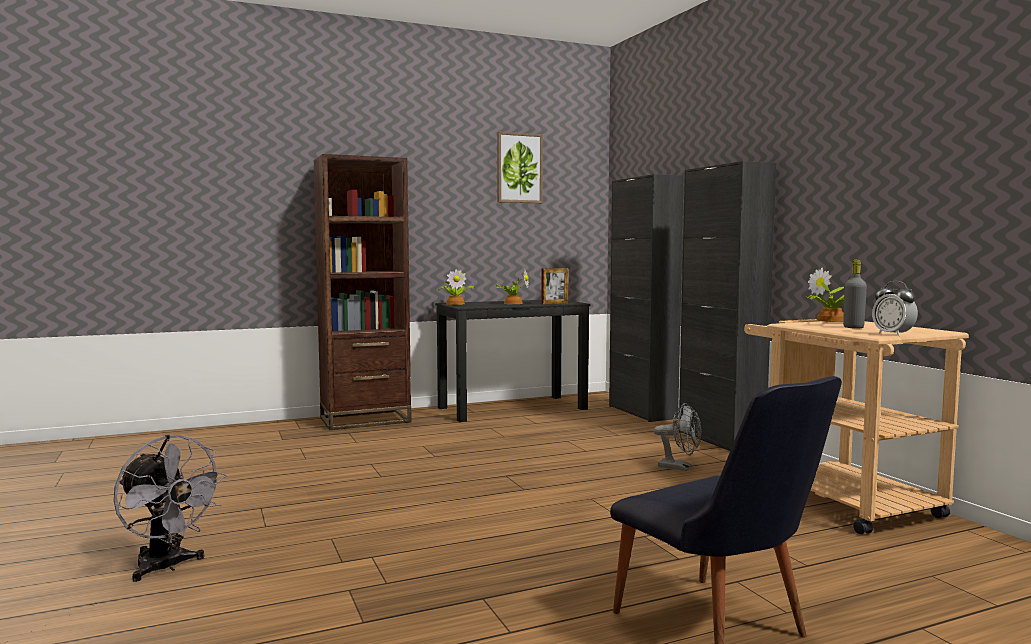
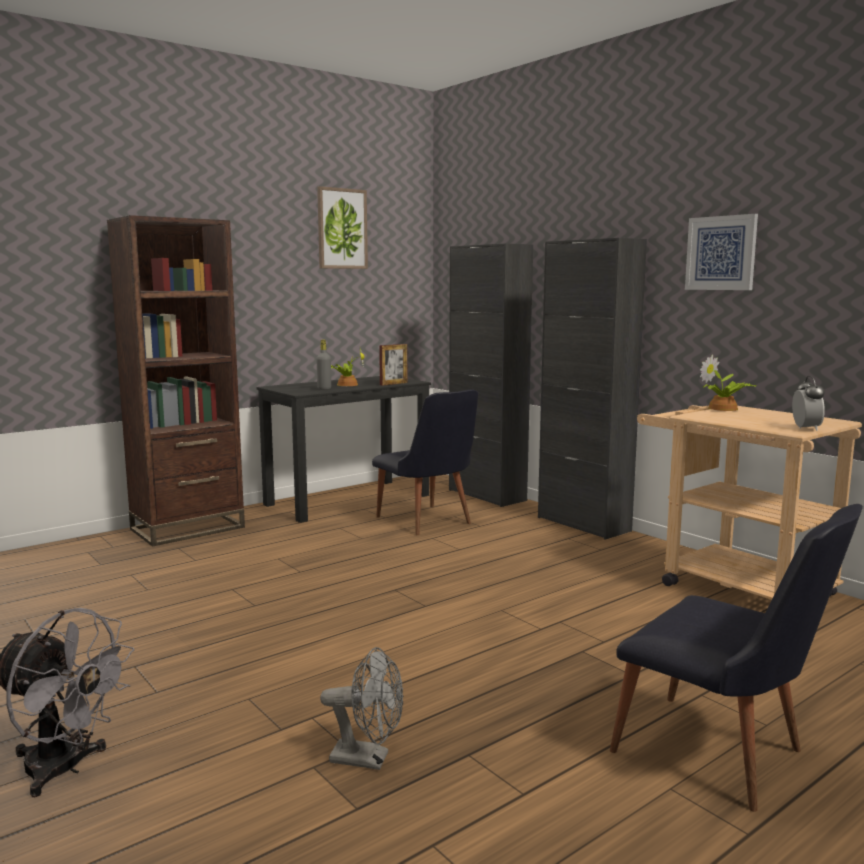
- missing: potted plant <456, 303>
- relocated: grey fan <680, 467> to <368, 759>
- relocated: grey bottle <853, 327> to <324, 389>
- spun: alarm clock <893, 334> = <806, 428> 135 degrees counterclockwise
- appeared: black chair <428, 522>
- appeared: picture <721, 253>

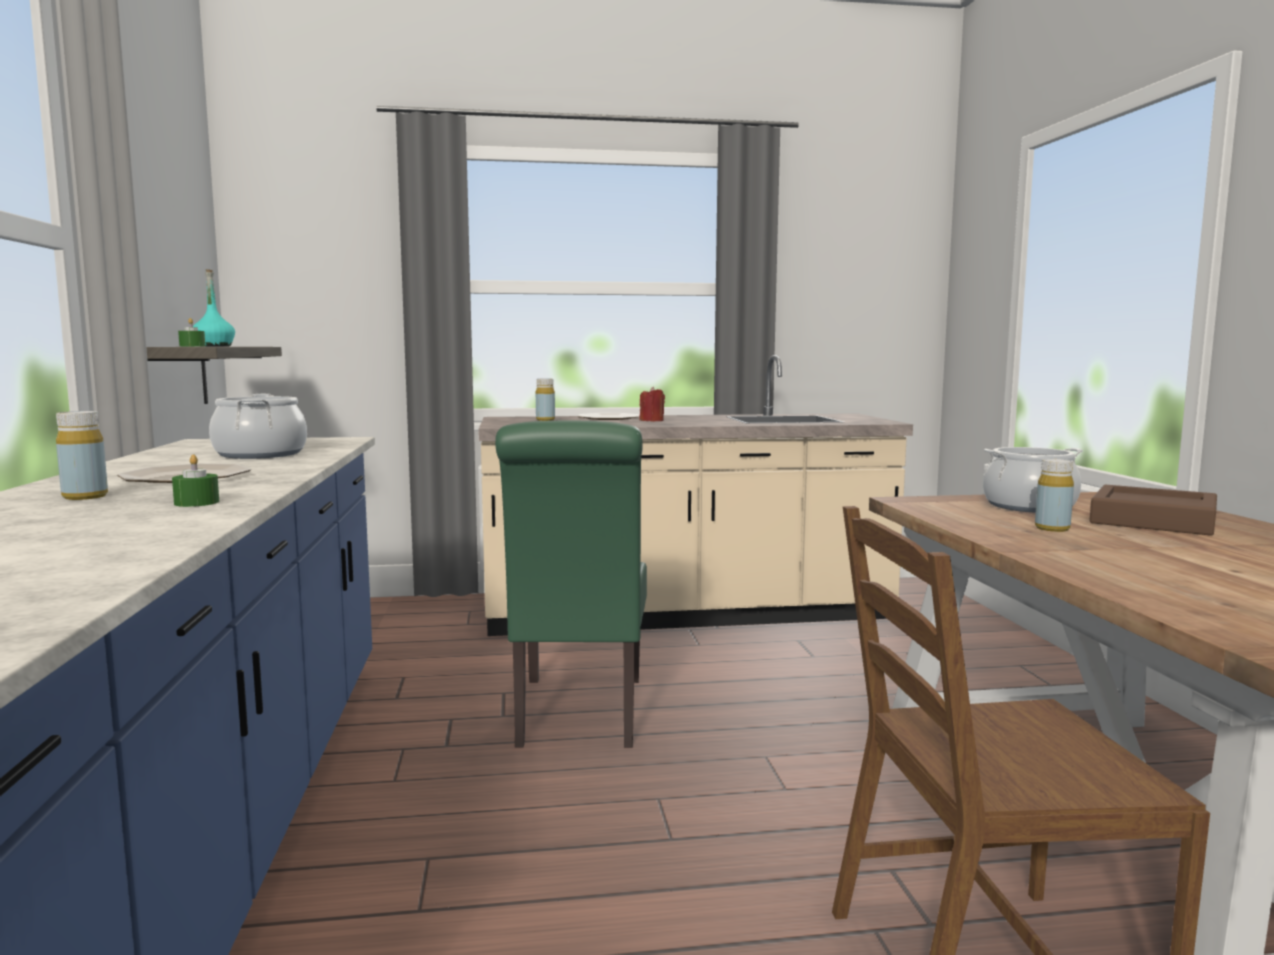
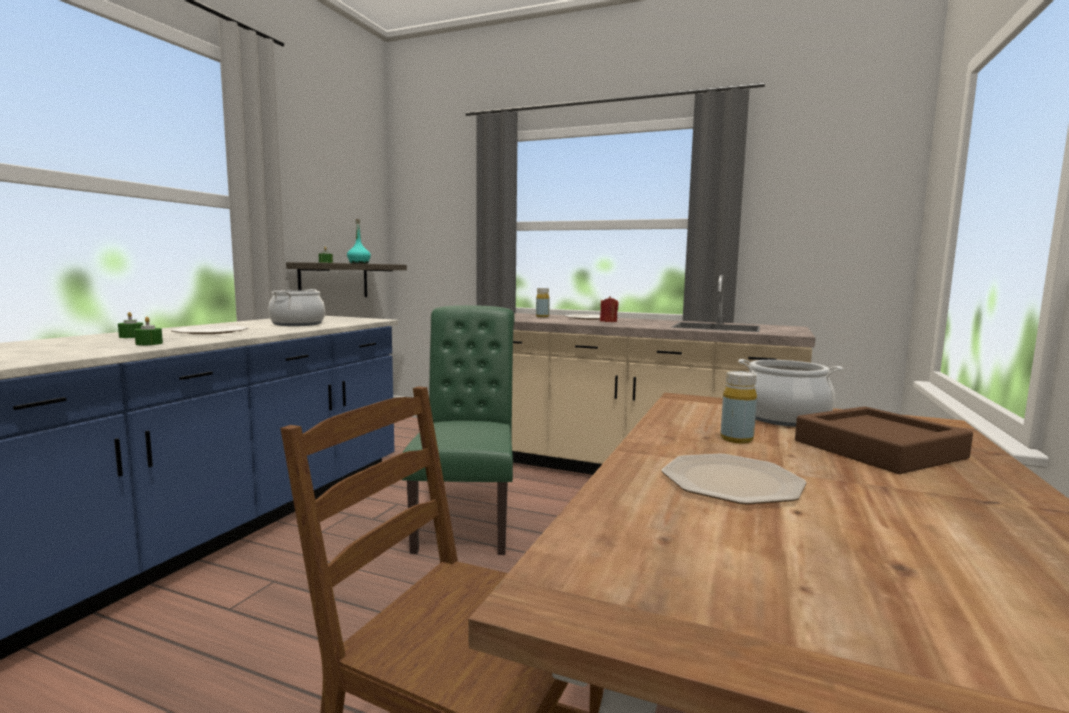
- exchanged: yellow bottle <85, 497> to green candle <131, 336>
- spun: green chair <578, 716> = <466, 521> 150 degrees clockwise
- appeared: plate <733, 481>

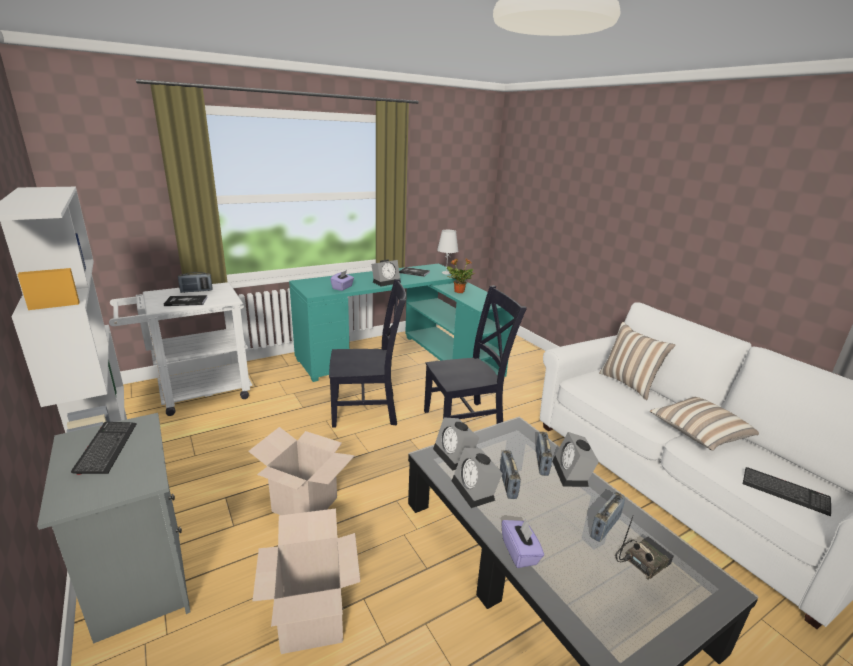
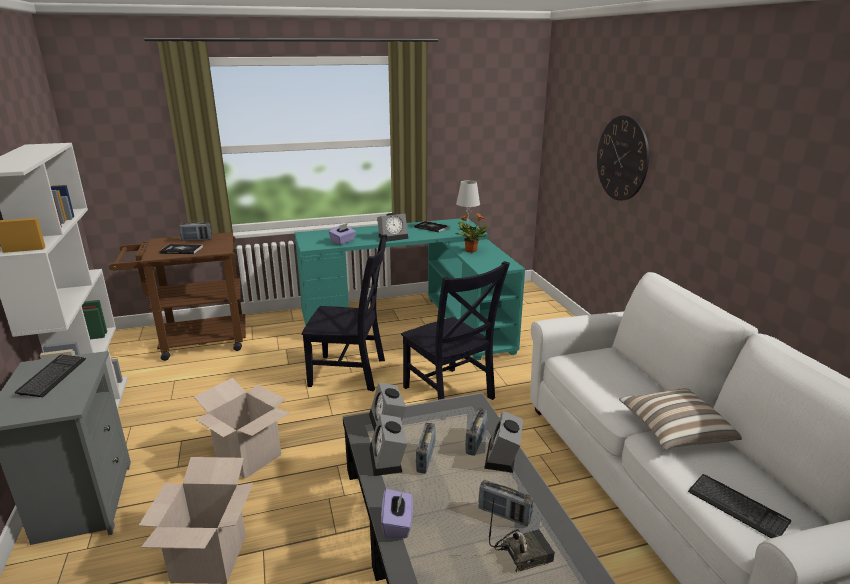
- colour: white cart <195, 394> to brown cart <195, 342>
- spun: black chair <466, 421> = <450, 395> 60 degrees clockwise
- spun: radio <605, 527> = <504, 515> 120 degrees counterclockwise
- missing: pillow <629, 384>
- appeared: wall clock <622, 158>

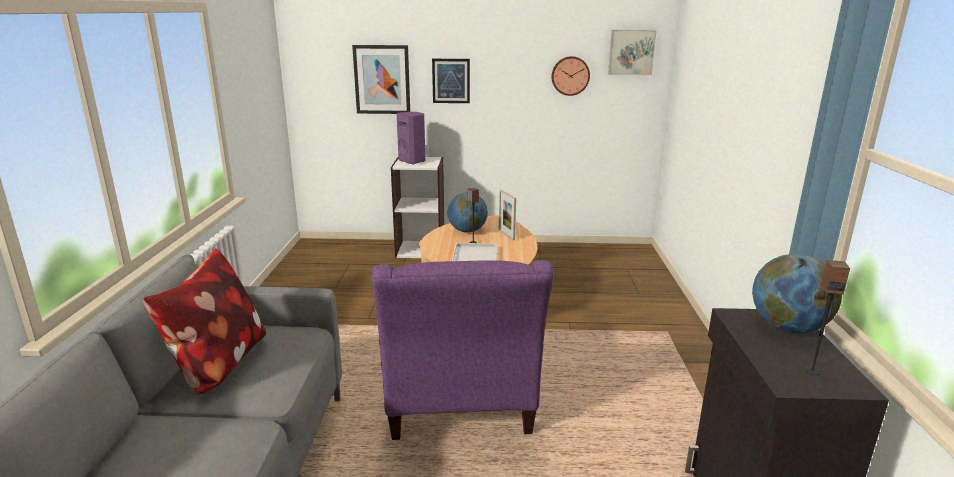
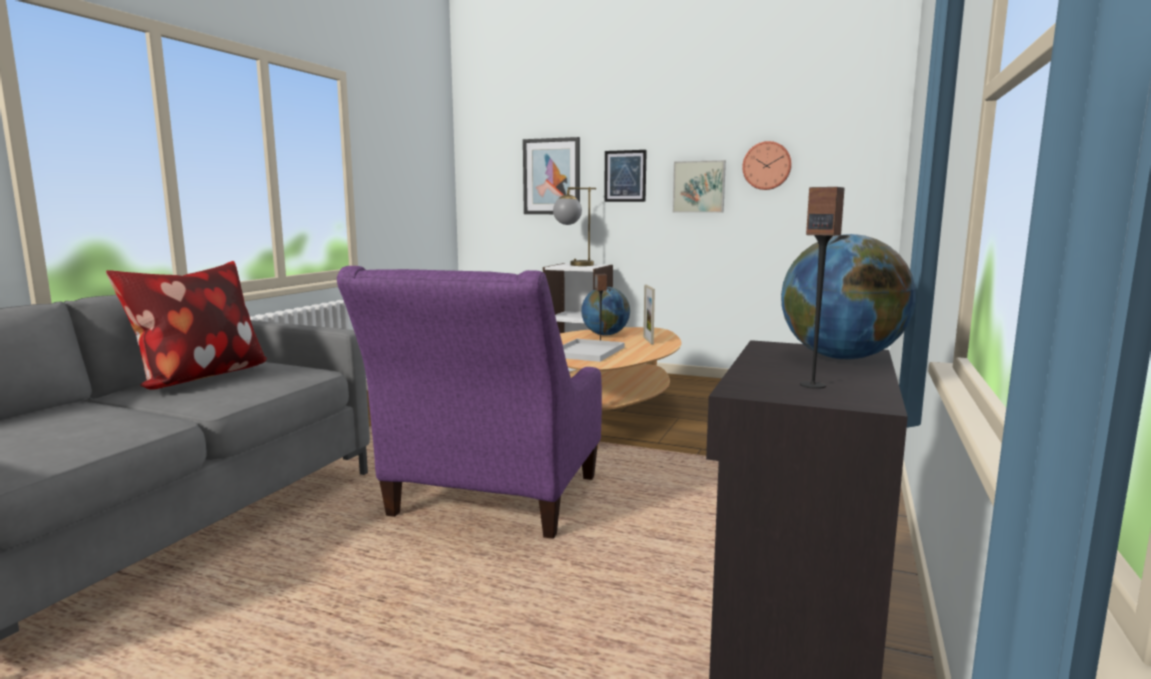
- exchanged: purple speaker <413, 161> to table lamp <573, 265>
- relocated: picture <631, 52> to <699, 187>

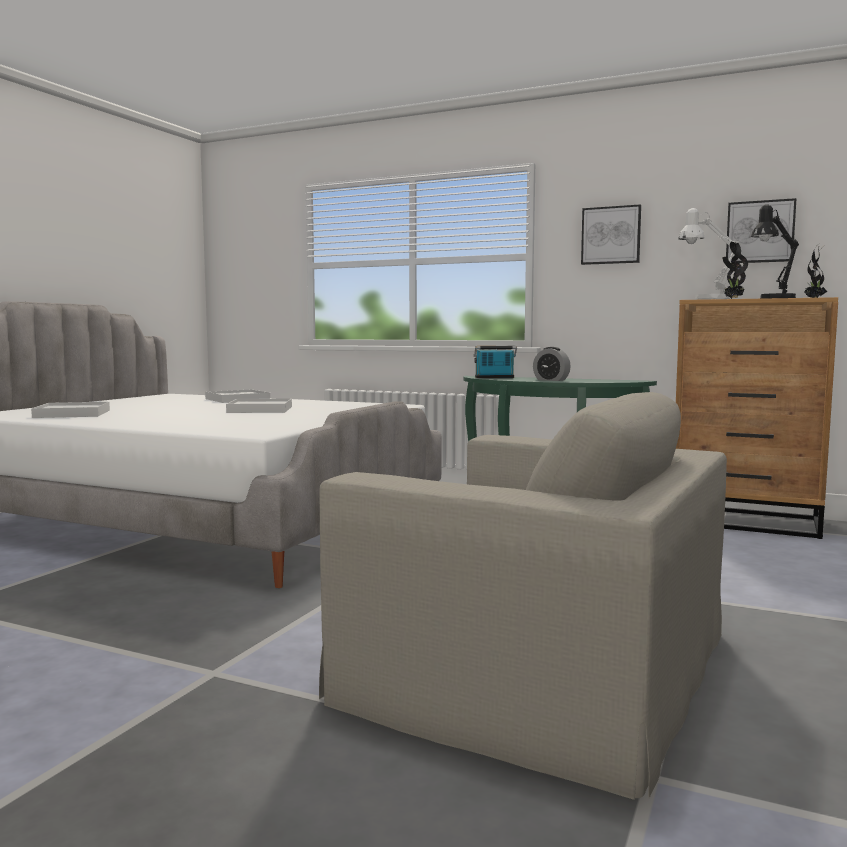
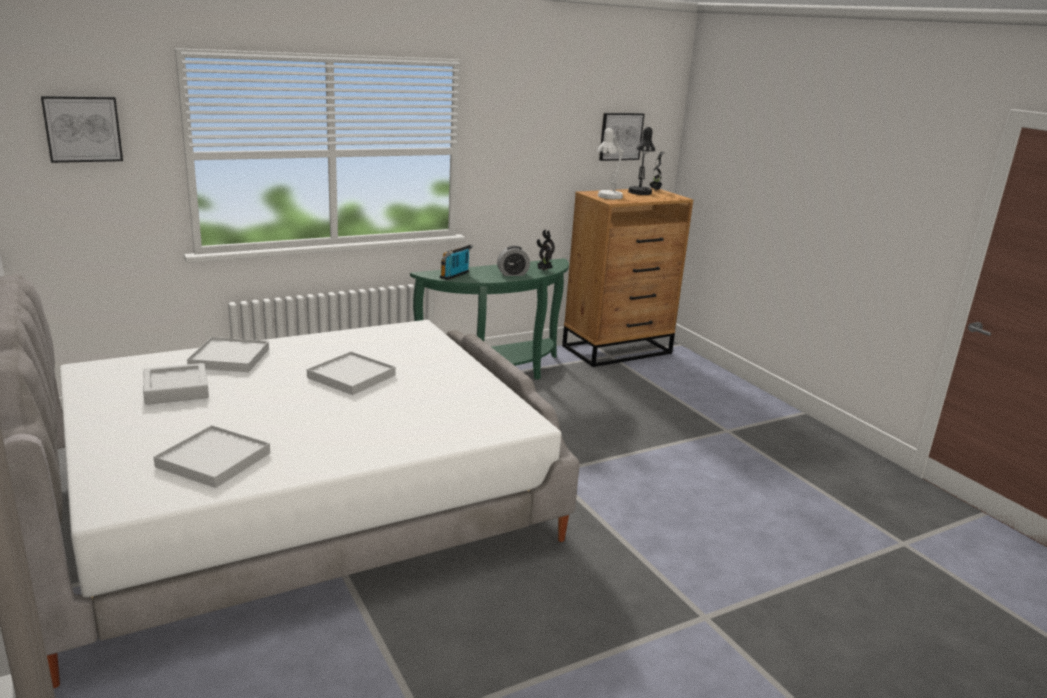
- missing: beige armchair <539, 664>
- relocated: picture <611, 235> to <83, 129>
- relocated: potted plant <733, 298> to <543, 270>
- appeared: grey tray <176, 389>

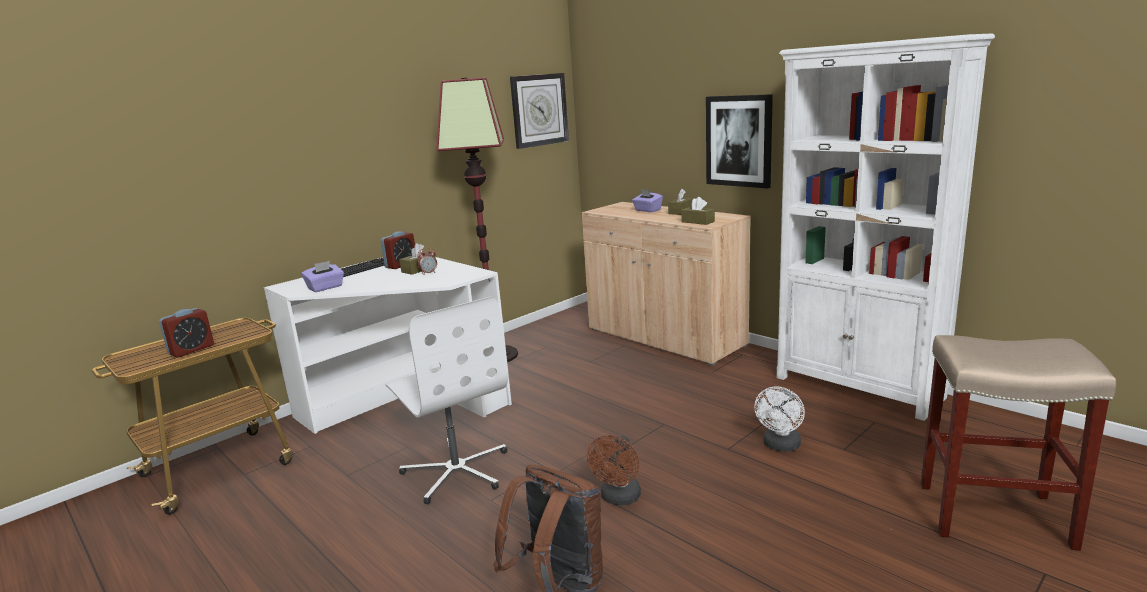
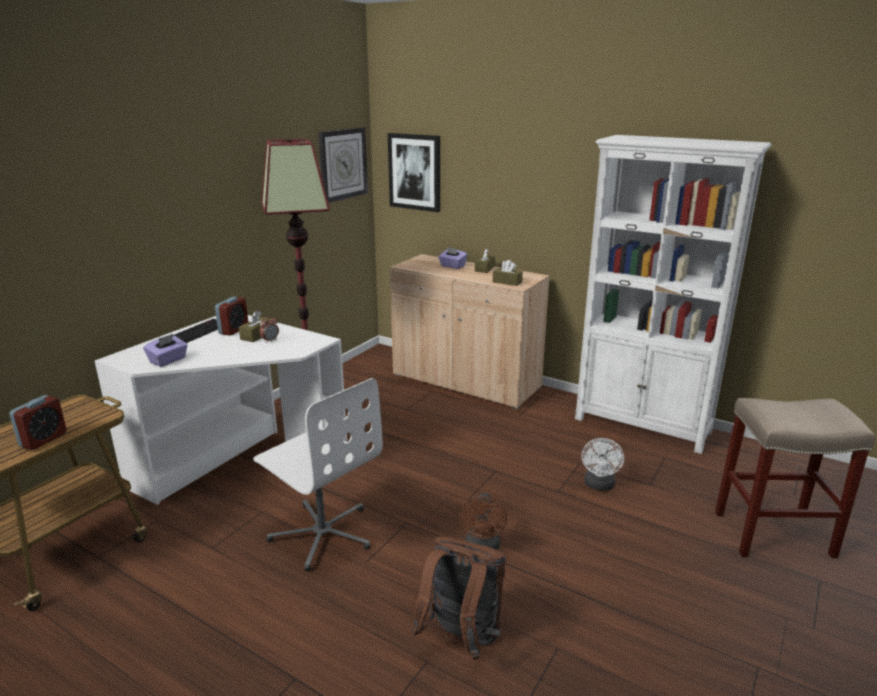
- relocated: picture <739, 141> to <415, 172>

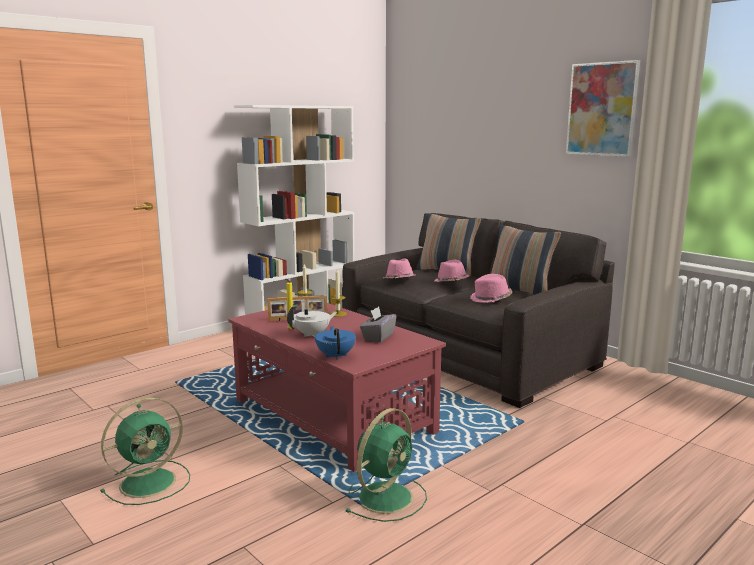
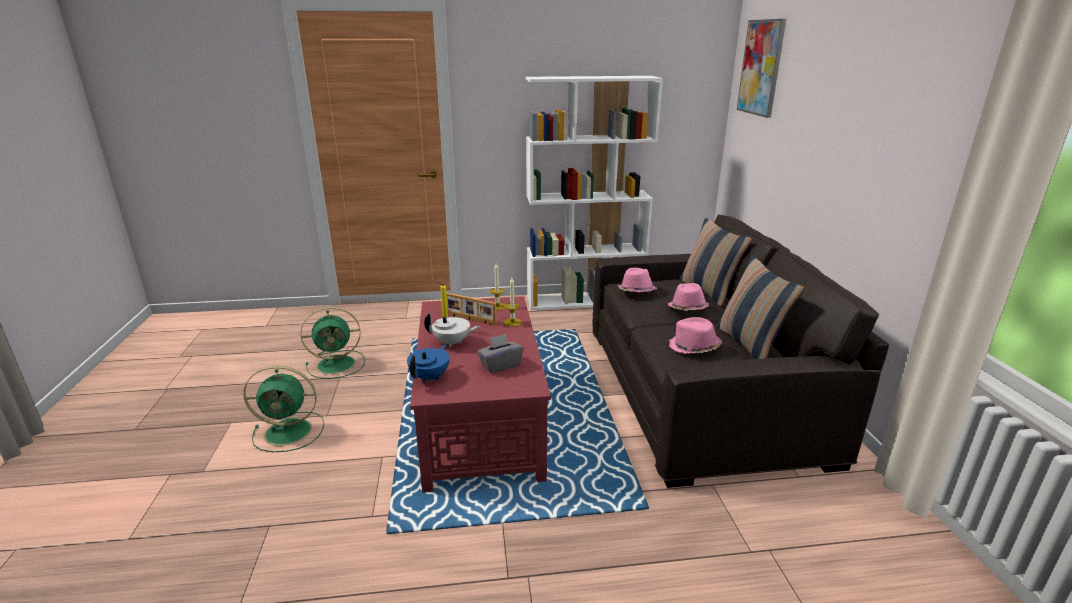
- relocated: green fan <386, 496> to <338, 364>
- relocated: picture <602, 109> to <761, 67>

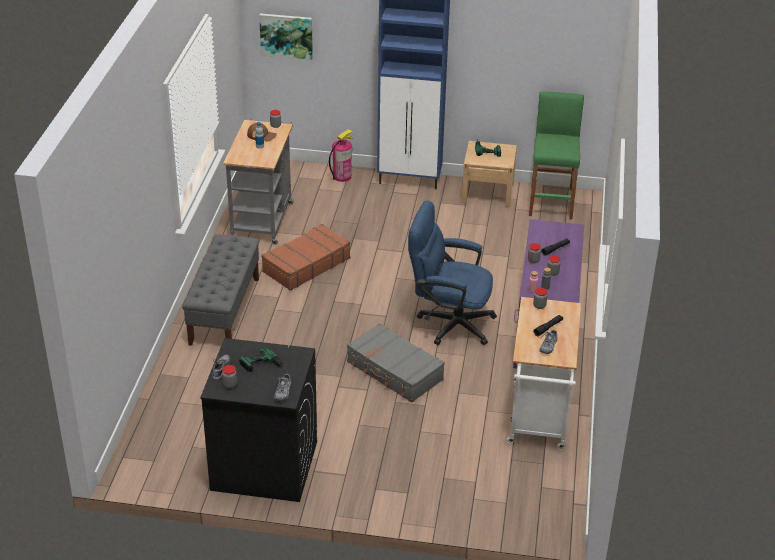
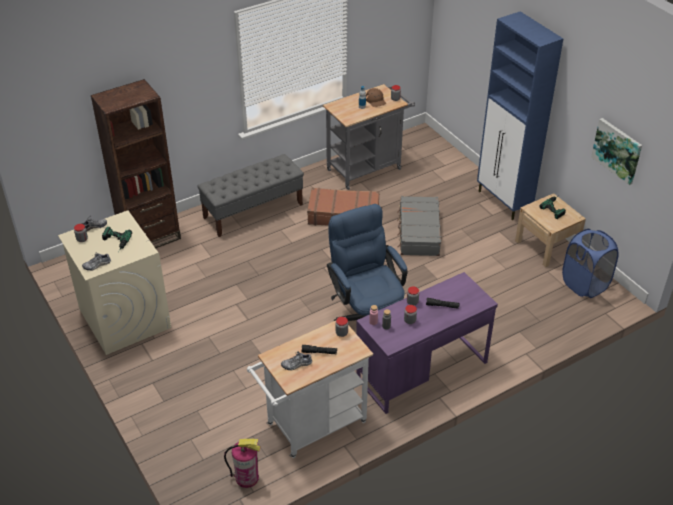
- colour: black washing machine <263, 465> to beige washing machine <124, 318>
- relocated: picture <286, 36> to <617, 150>
- relocated: fire extinguisher <342, 176> to <247, 477>
- relocated: grey suitcase <394, 371> to <418, 232>
- exchanged: green stool <551, 202> to blue laundry basket <585, 284>
- appeared: brown bookcase <150, 237>

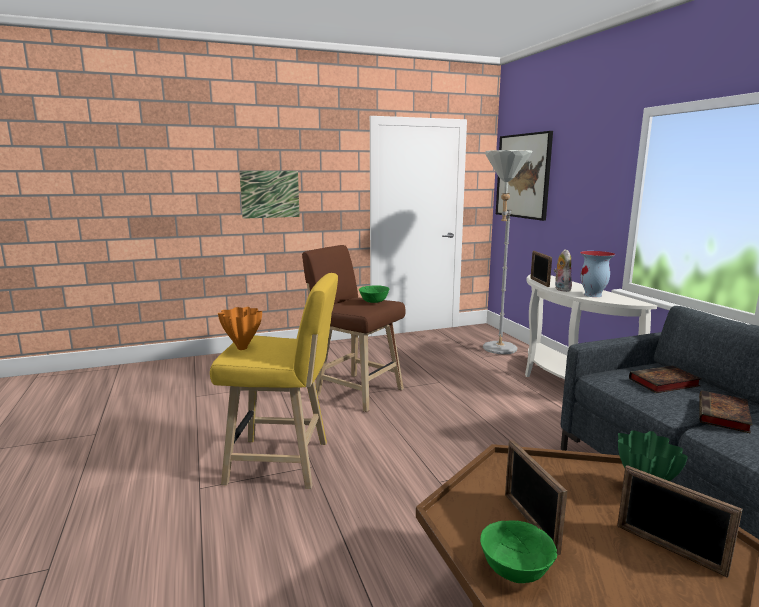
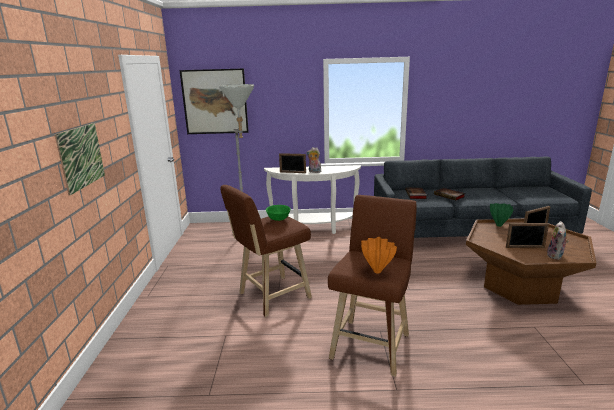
- colour: yellow stool <284, 463> to brown stool <371, 343>
- exchanged: green bowl <515, 570> to plush toy <556, 256>
- missing: vase <593, 295>

